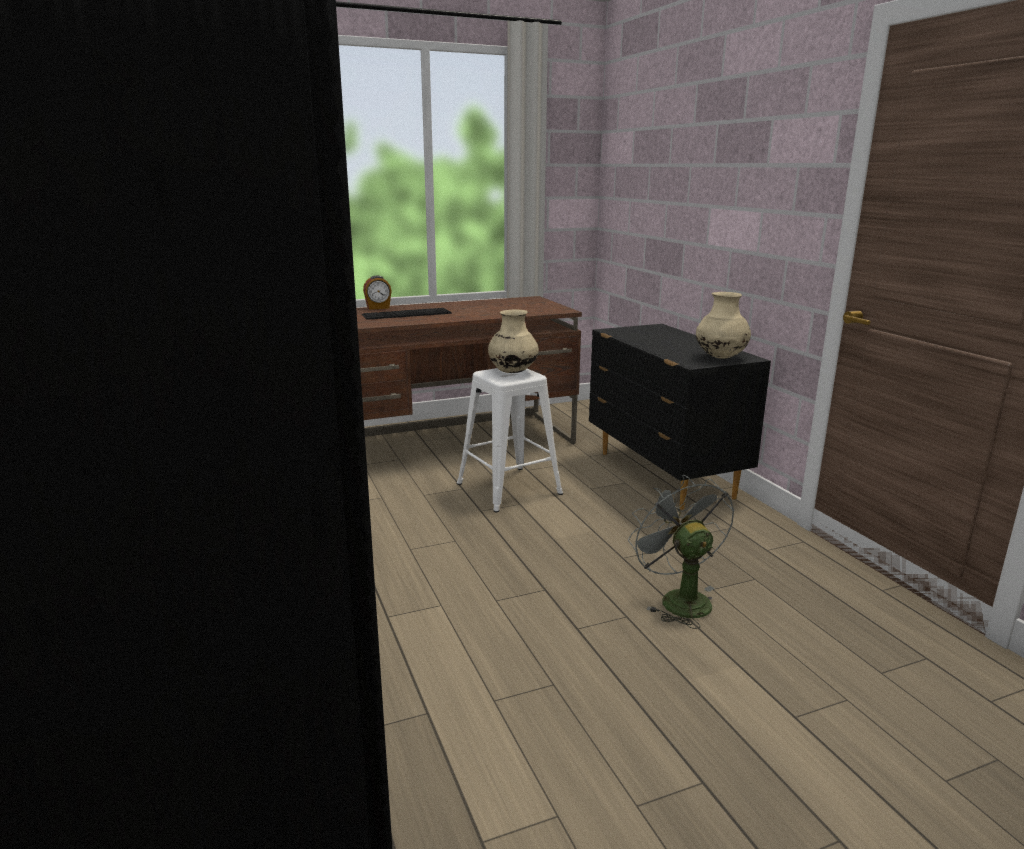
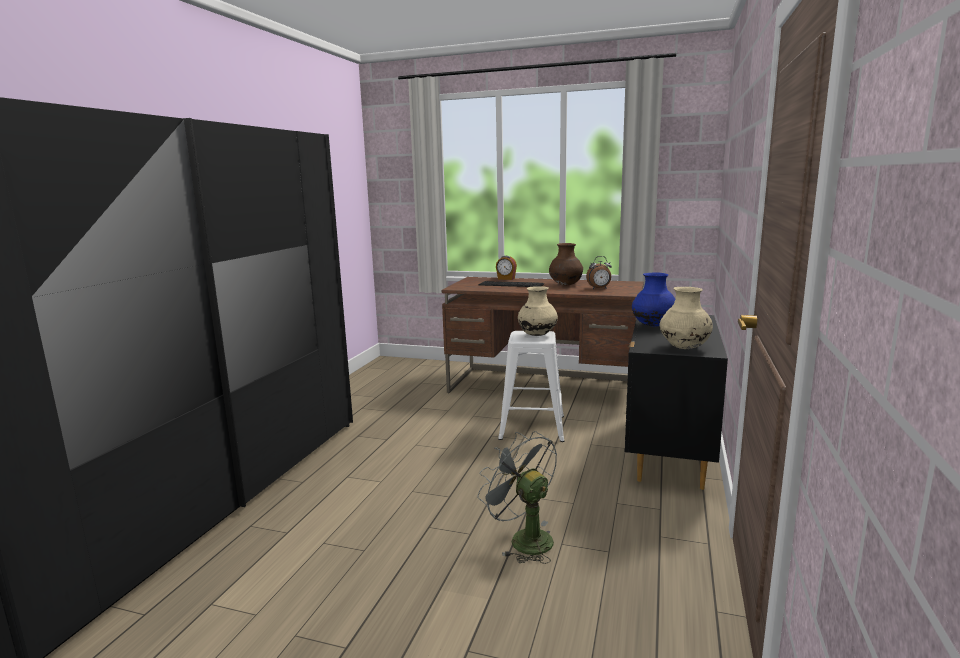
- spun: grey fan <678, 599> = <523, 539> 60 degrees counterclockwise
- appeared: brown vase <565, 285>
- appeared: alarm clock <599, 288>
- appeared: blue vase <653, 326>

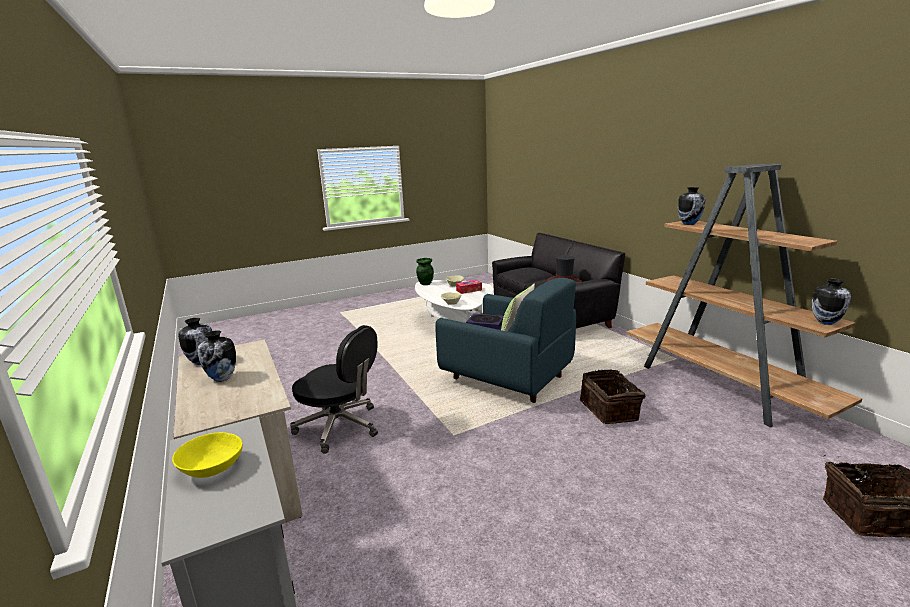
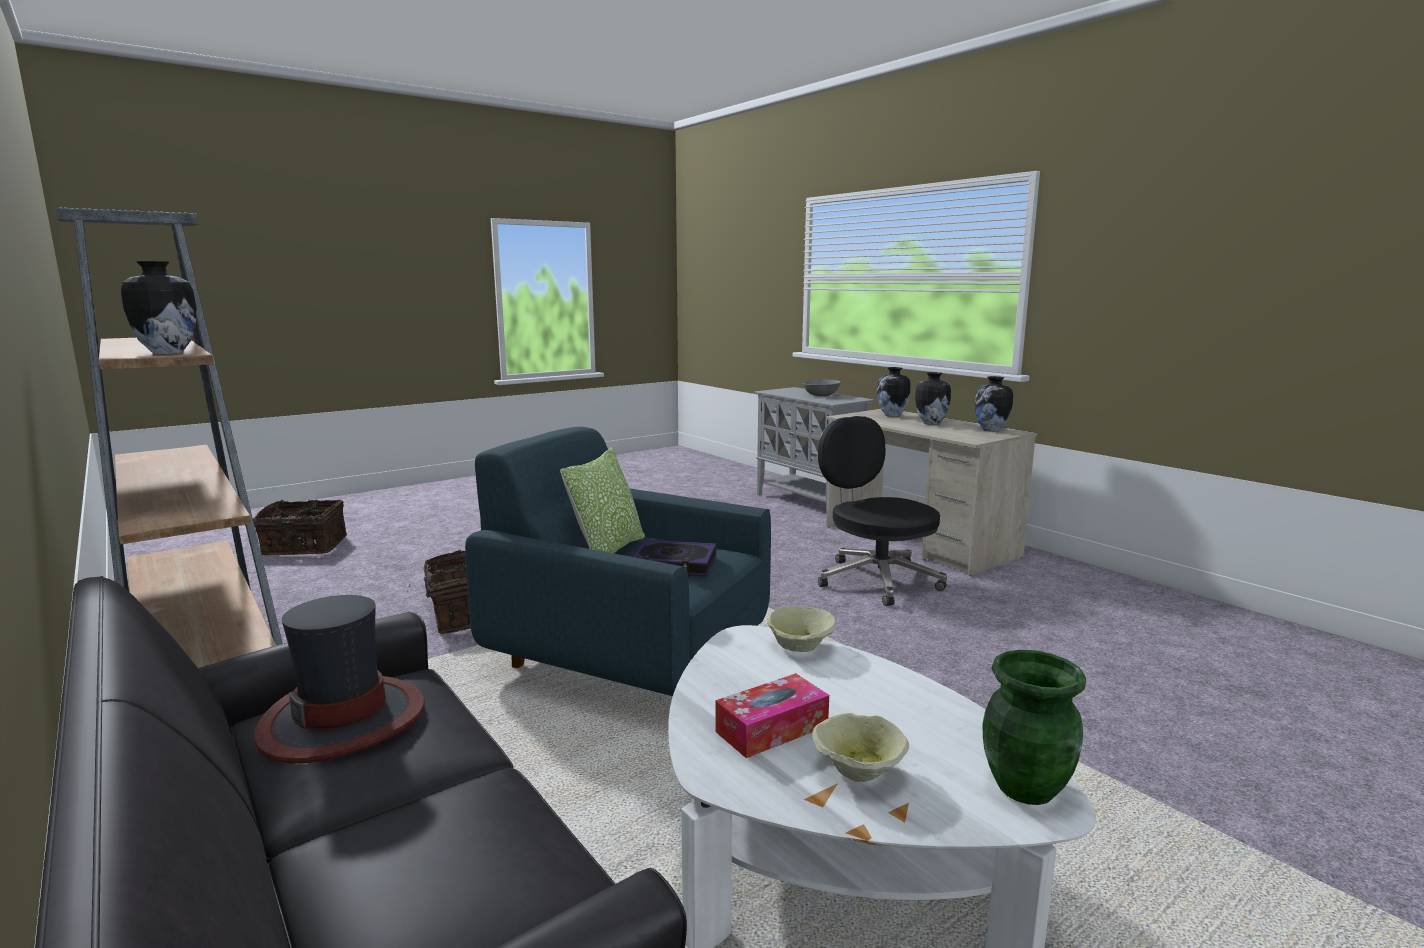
- colour: yellow bowl <211, 469> to grey bowl <821, 395>
- spun: black office chair <340, 427> = <876, 580> 45 degrees clockwise
- relocated: vase <826, 322> to <891, 415>

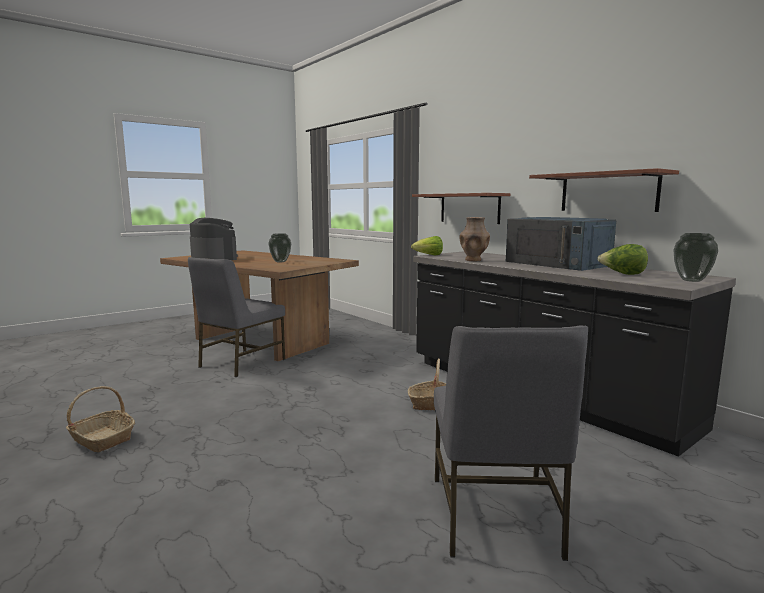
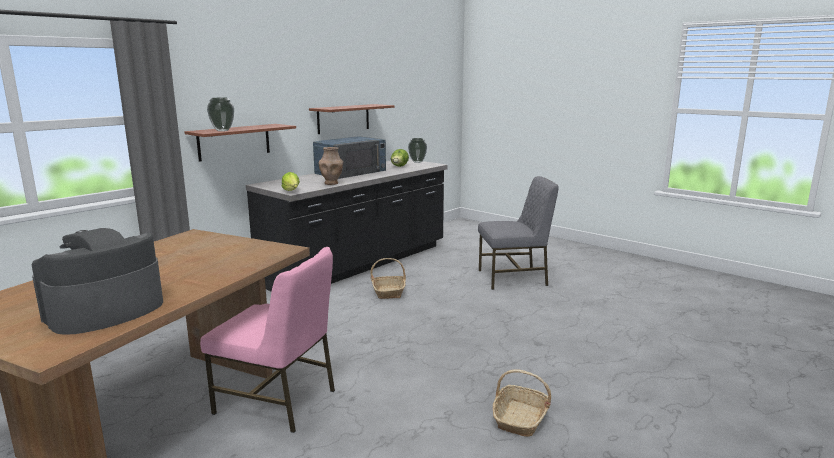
- colour: grey chair <240, 363> to pink chair <278, 401>
- relocated: vase <280, 261> to <223, 130>

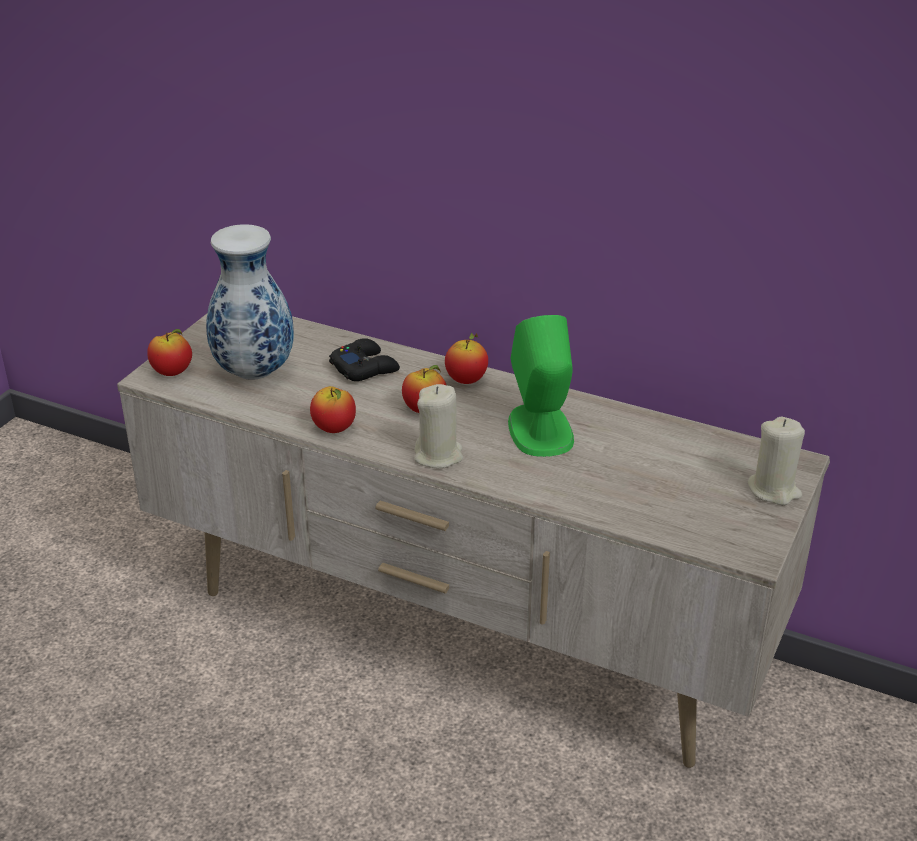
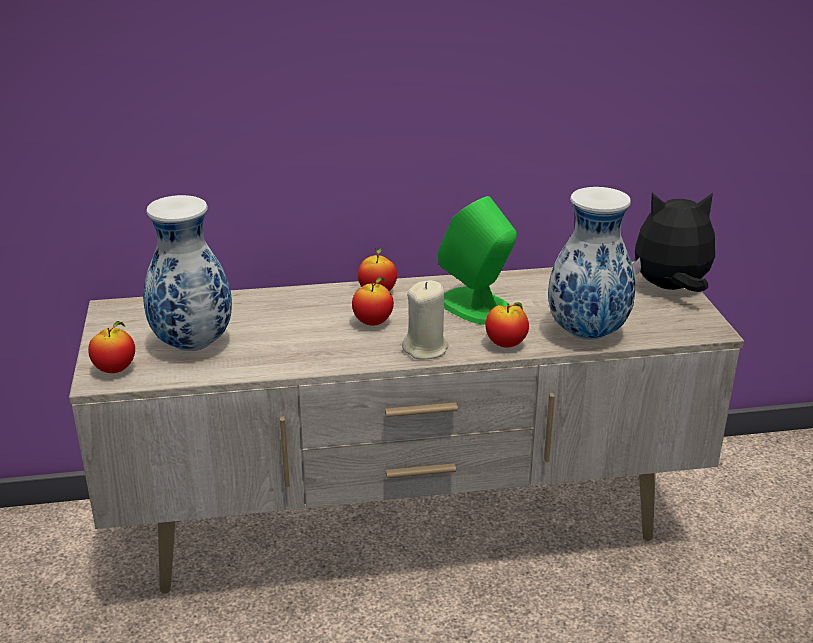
- relocated: apple <334, 429> to <506, 344>
- missing: black game controller <364, 368>
- exchanged: beige candle <774, 490> to plush toy <670, 289>
- appeared: vase <586, 334>

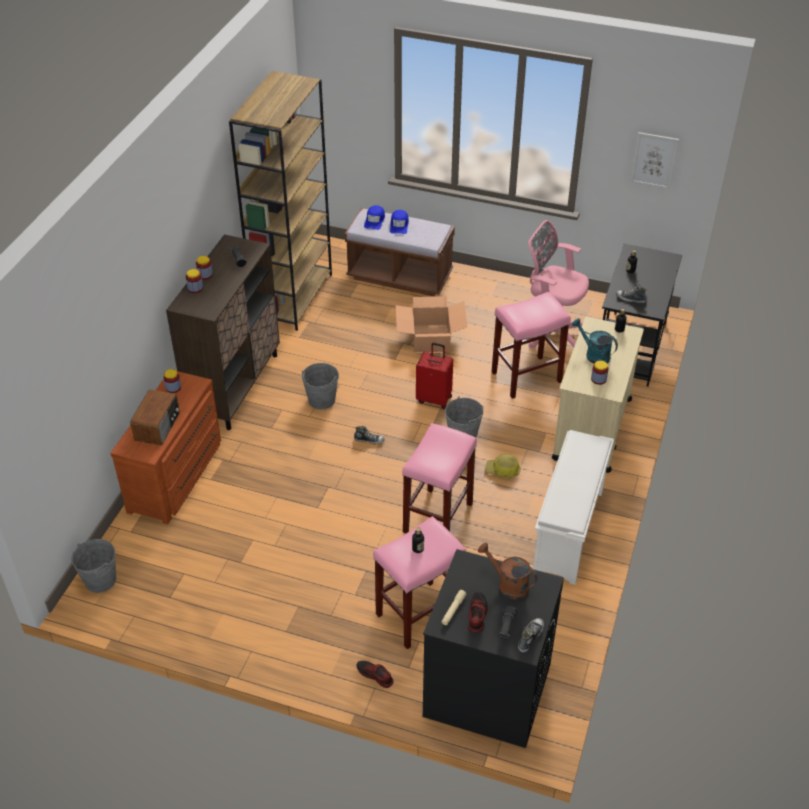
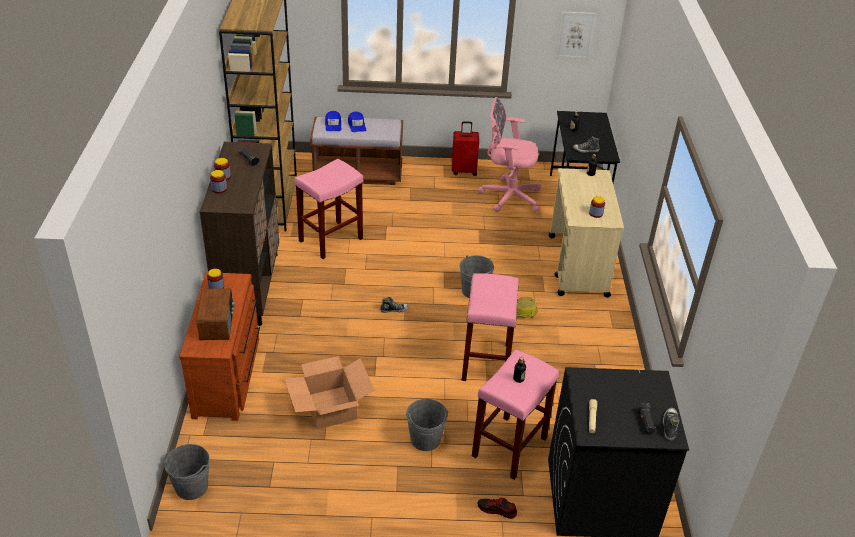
- relocated: grey bucket <321, 400> to <425, 439>
- relocated: cardboard box <430, 338> to <330, 408>
- relocated: red suitcase <434, 399> to <464, 171>
- missing: shoe <476, 615>
- missing: brown watering can <508, 584>
- relocated: pink stool <527, 376> to <331, 239>
- missing: white shoe rack <568, 532>
- missing: turquoise watering can <593, 354>

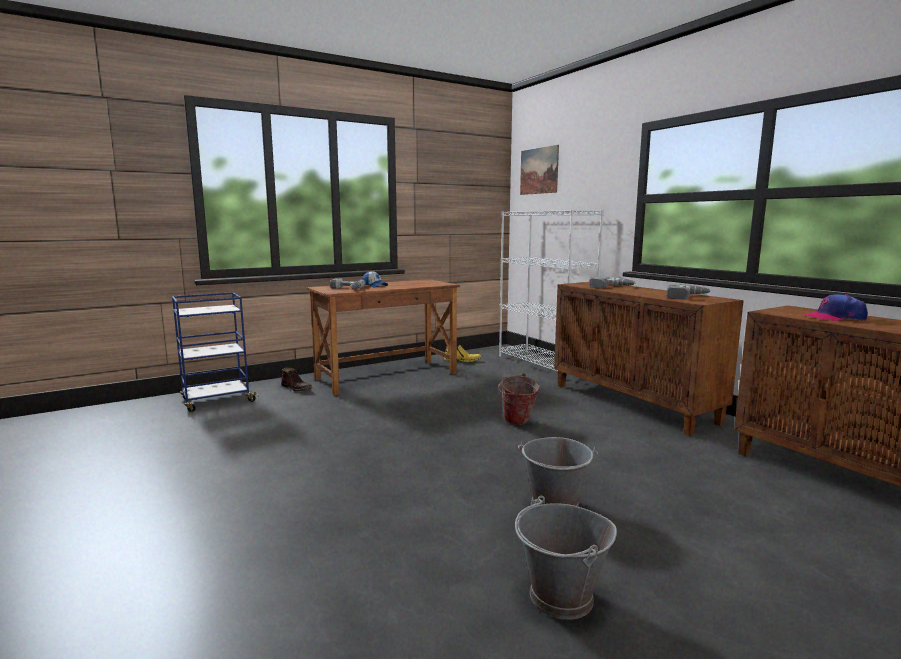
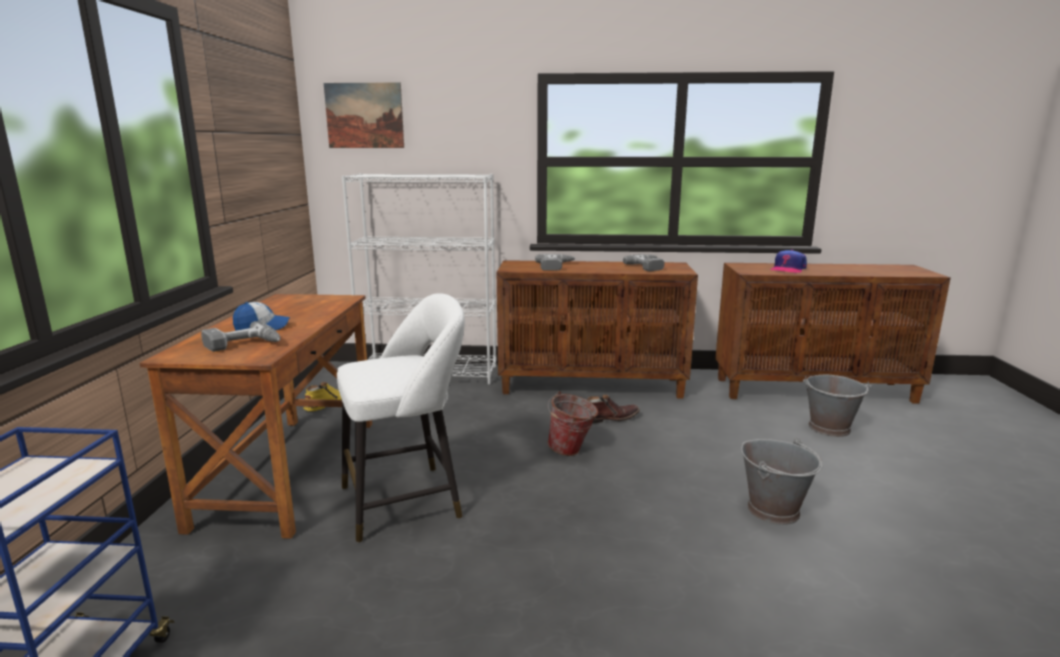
- relocated: brown boot <297, 388> to <610, 418>
- relocated: grey bucket <561, 597> to <830, 428>
- appeared: white stool <408, 500>

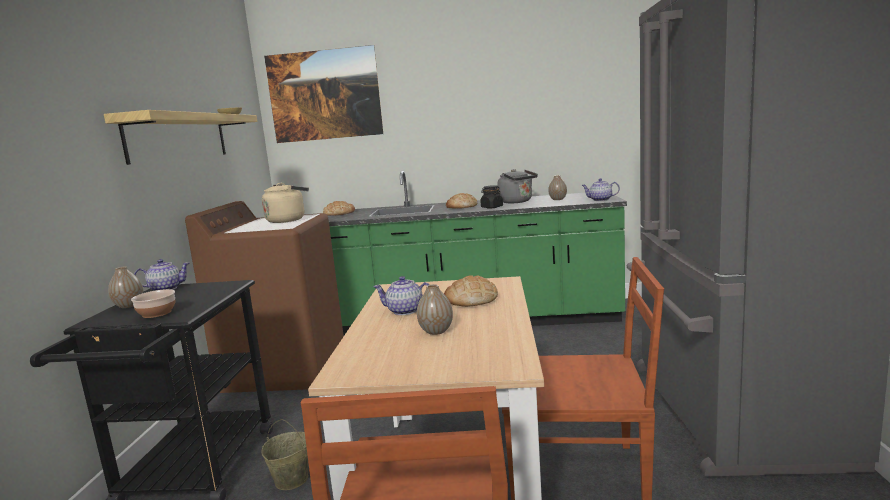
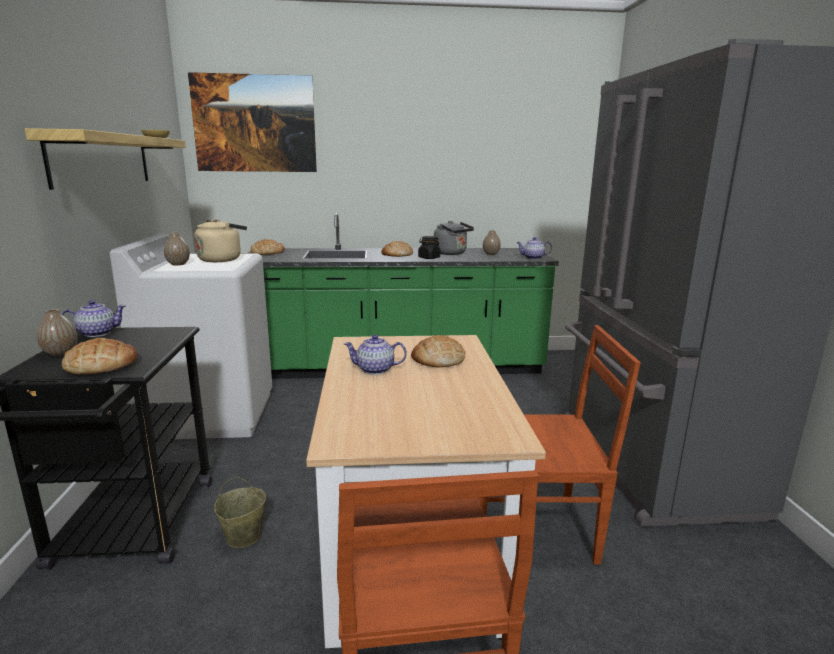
- exchanged: bowl <157, 313> to bread <101, 364>
- colour: brown washing machine <285, 368> to white washing machine <212, 414>
- relocated: vase <436, 331> to <178, 264>

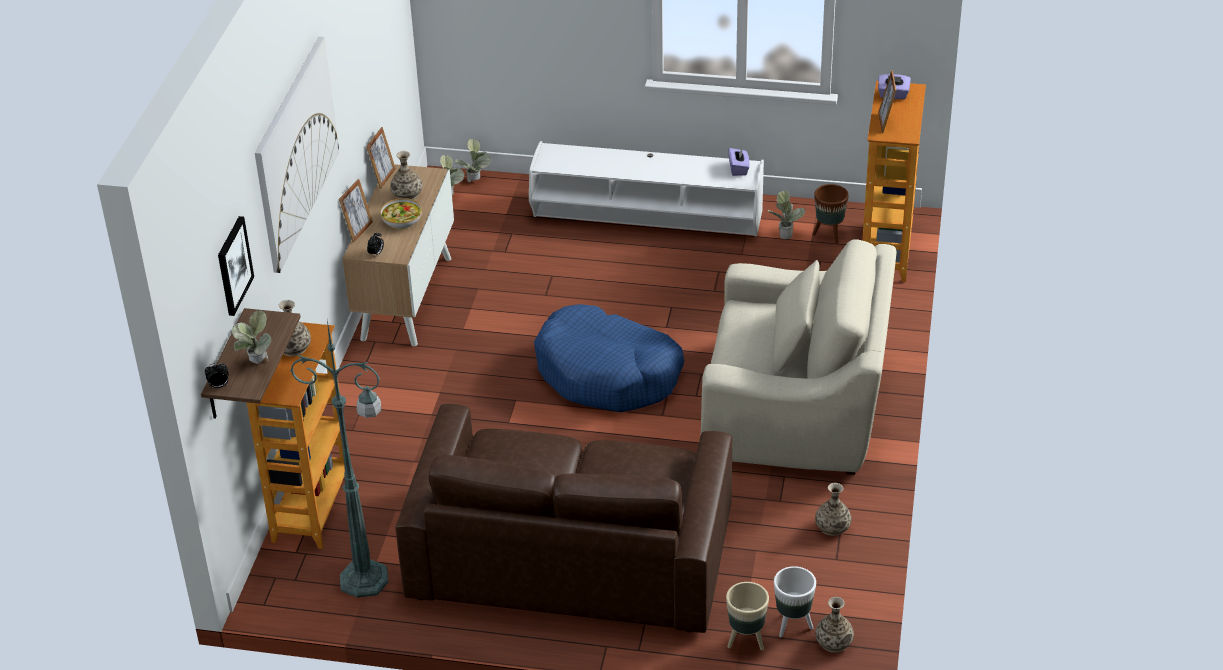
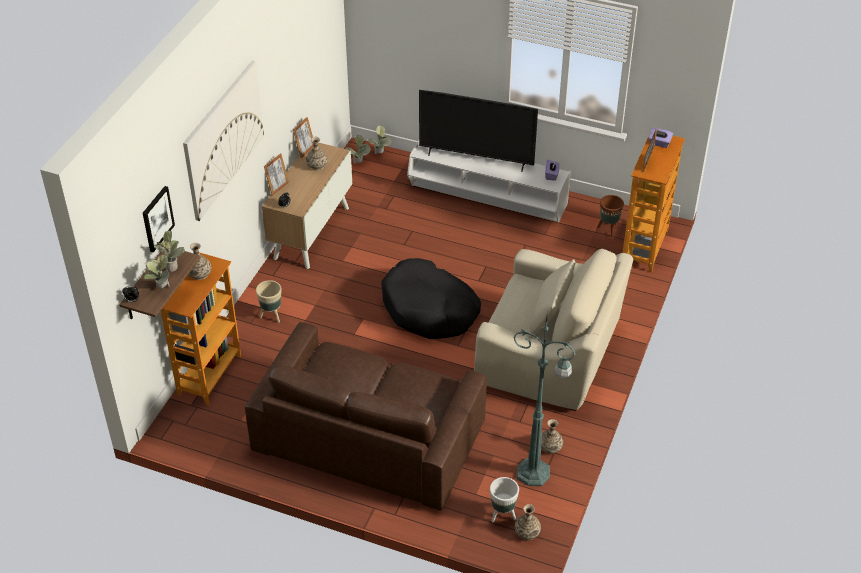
- relocated: green floor lamp <367, 580> to <535, 473>
- missing: bowl <402, 221>
- colour: blue dog bed <608, 374> to black dog bed <429, 309>
- relocated: beige planter <746, 641> to <271, 316>
- relocated: potted plant <785, 233> to <172, 265>
- appeared: television <476, 159>

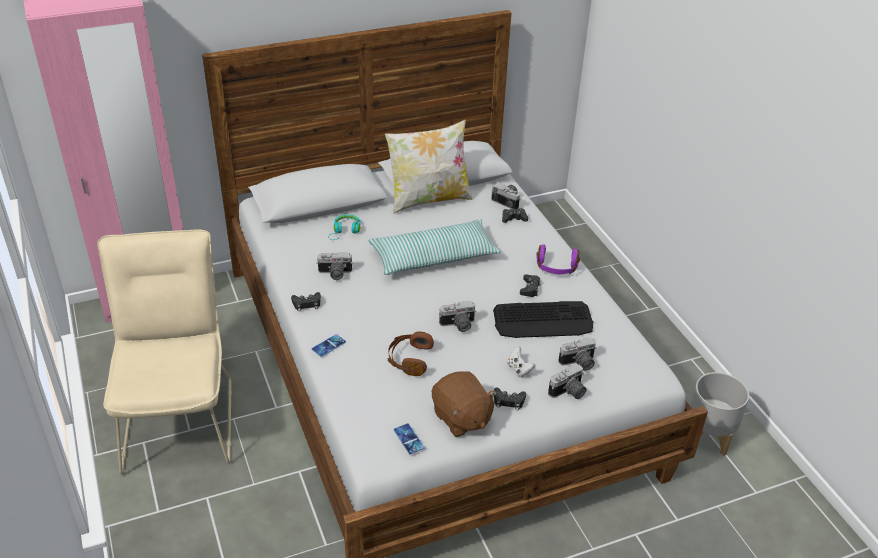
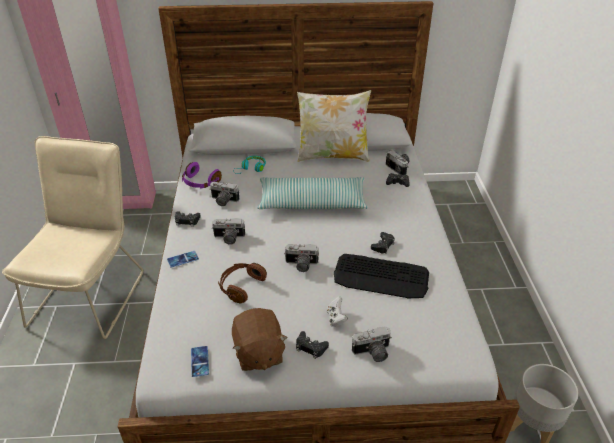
- relocated: purple headphones <556, 268> to <200, 183>
- relocated: photo camera <578, 363> to <228, 238>

